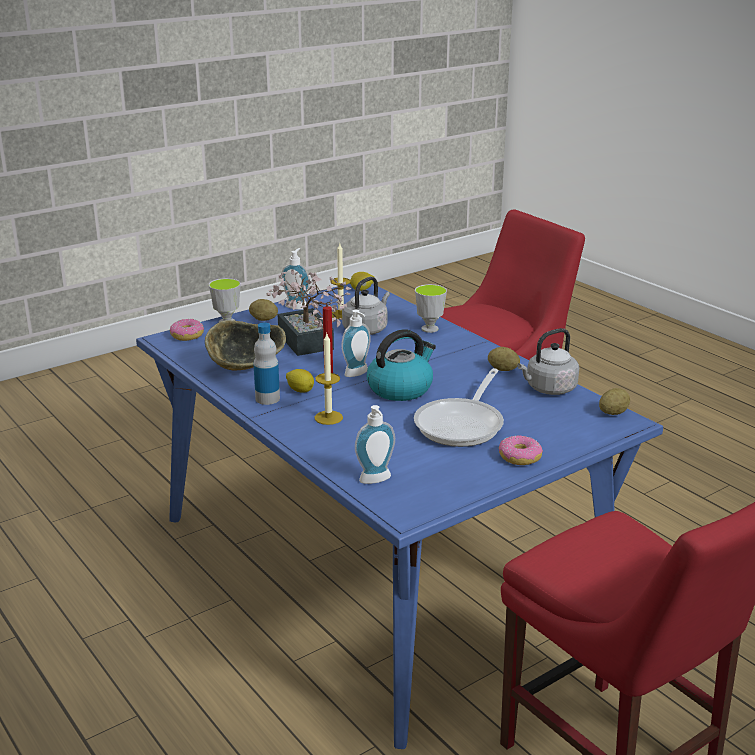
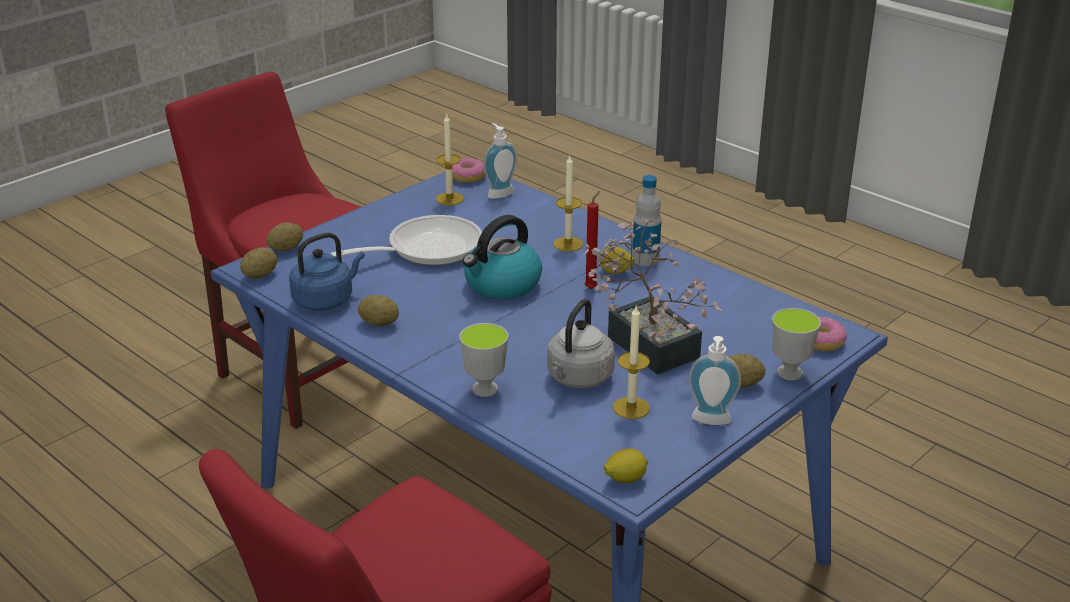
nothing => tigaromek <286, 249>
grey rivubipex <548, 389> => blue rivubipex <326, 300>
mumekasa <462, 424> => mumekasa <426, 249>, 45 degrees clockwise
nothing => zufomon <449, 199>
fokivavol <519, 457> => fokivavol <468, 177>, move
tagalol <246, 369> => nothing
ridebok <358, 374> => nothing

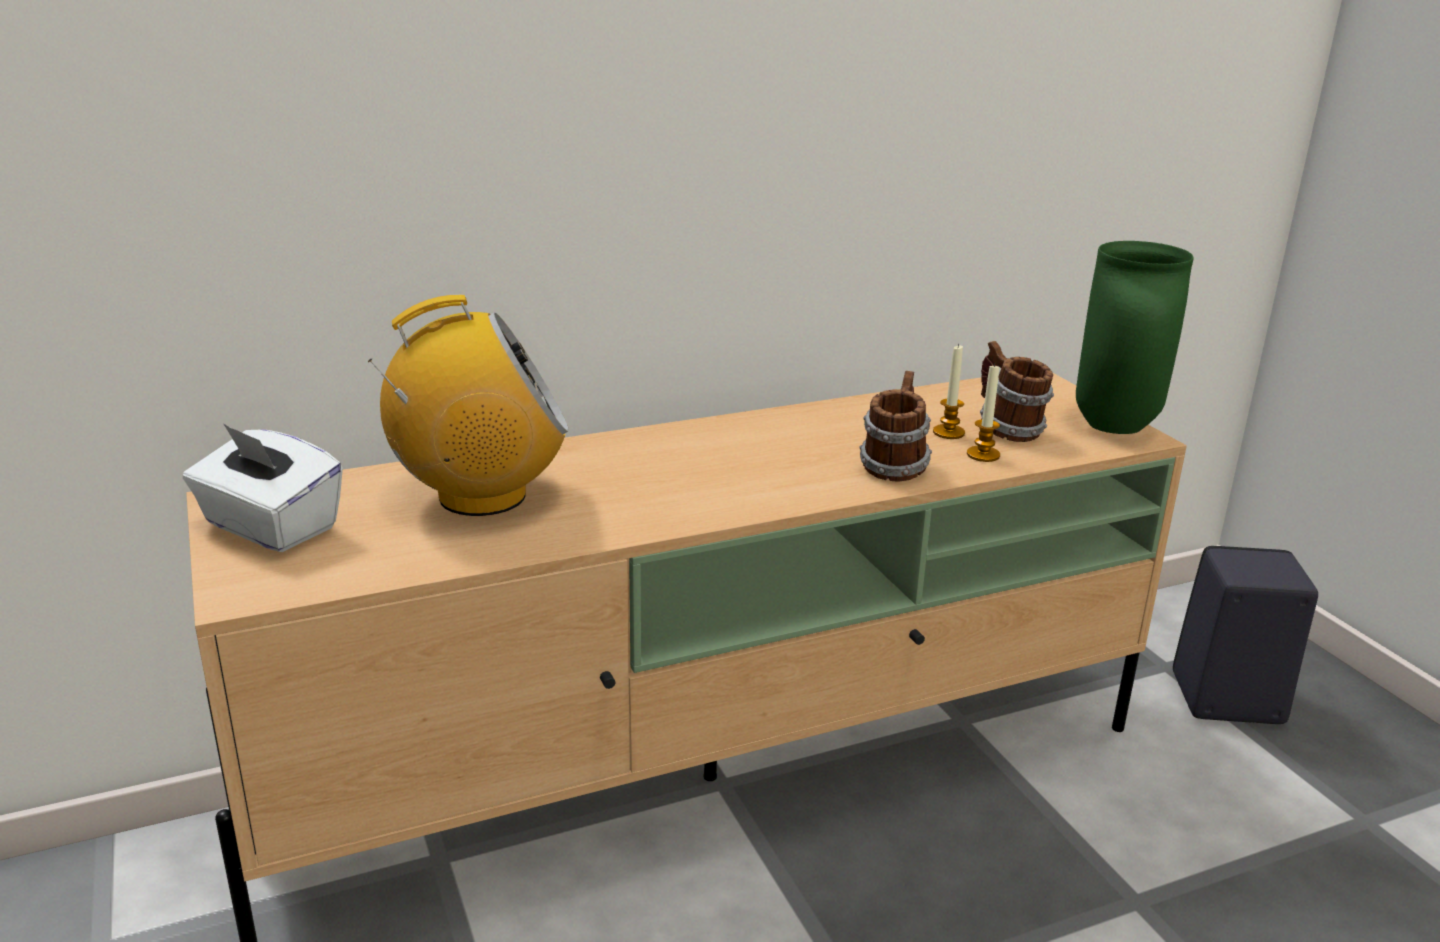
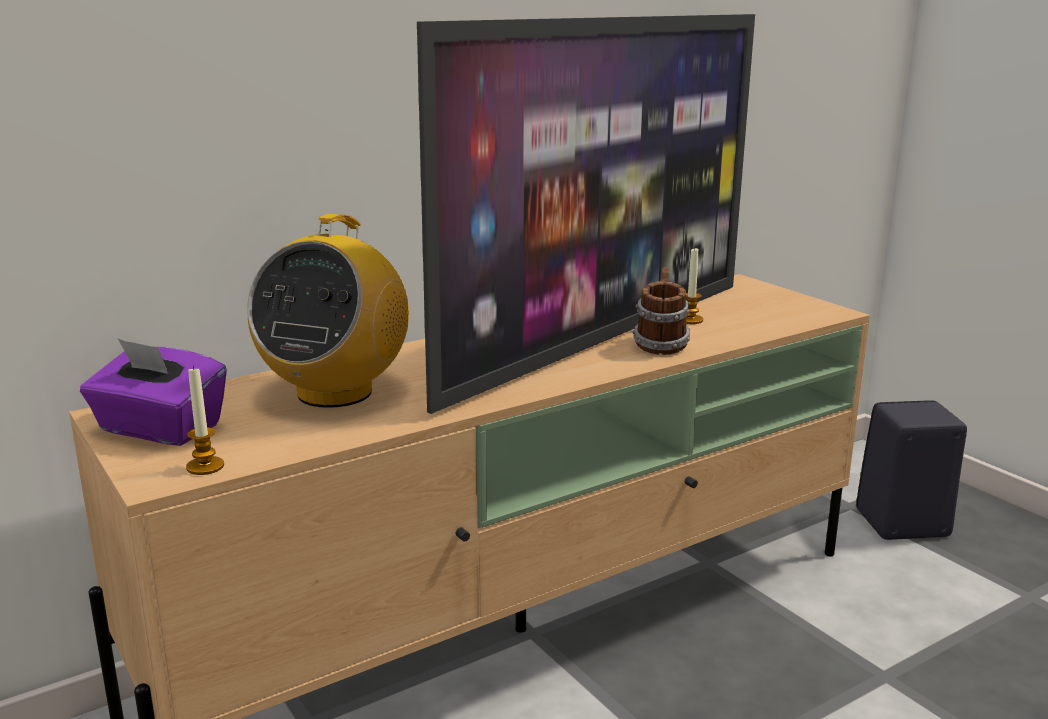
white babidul <269, 527> => purple babidul <159, 429>
zufomon <983, 455> => zufomon <205, 467>, move
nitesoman <480, 496> => nitesoman <335, 392>, 135 degrees clockwise
nothing => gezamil <600, 338>
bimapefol <1007, 430> => nothing
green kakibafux <1112, 426> => nothing

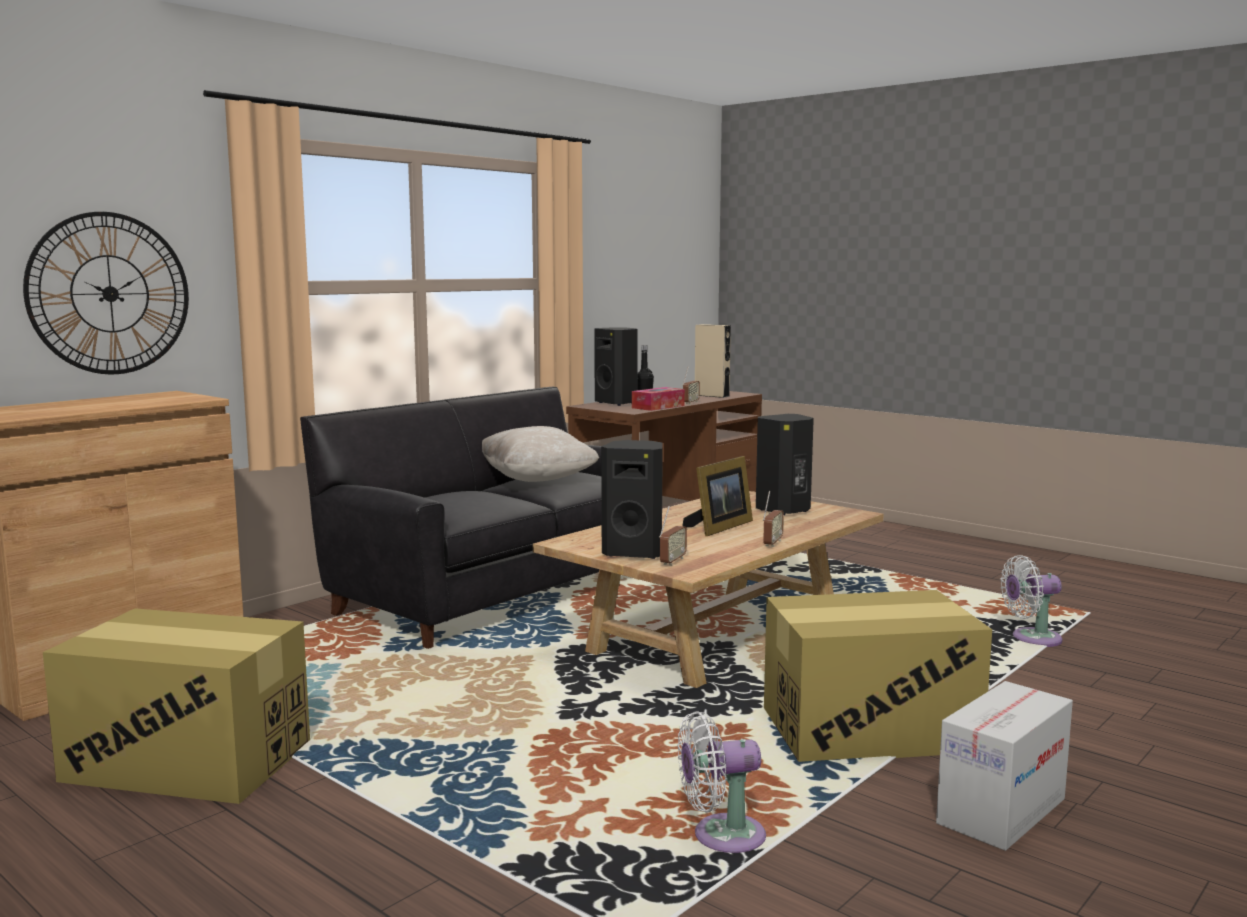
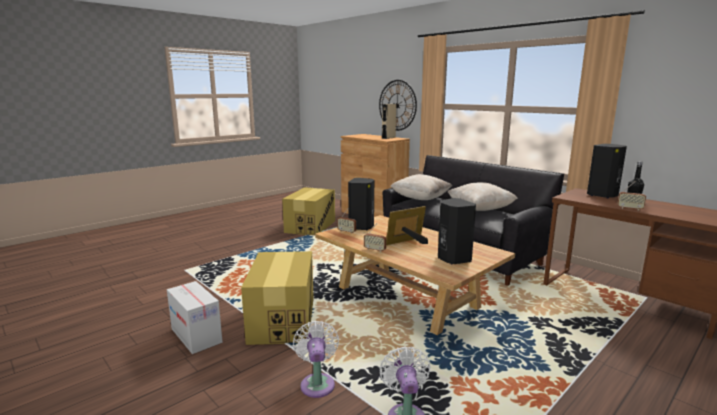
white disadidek <721, 837> => white disadidek <317, 383>, move
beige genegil <712, 395> => beige genegil <388, 138>, move
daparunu <719, 527> => daparunu <408, 242>, 105 degrees clockwise
nothing => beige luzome <420, 199>
babidul <658, 407> => nothing

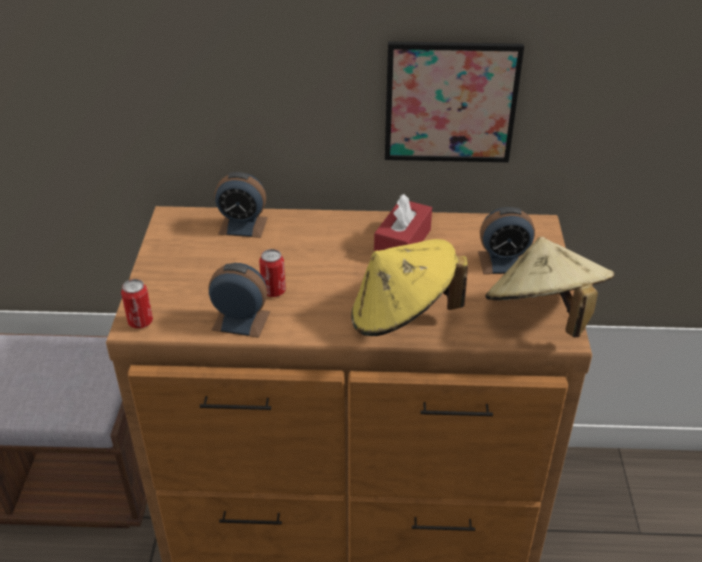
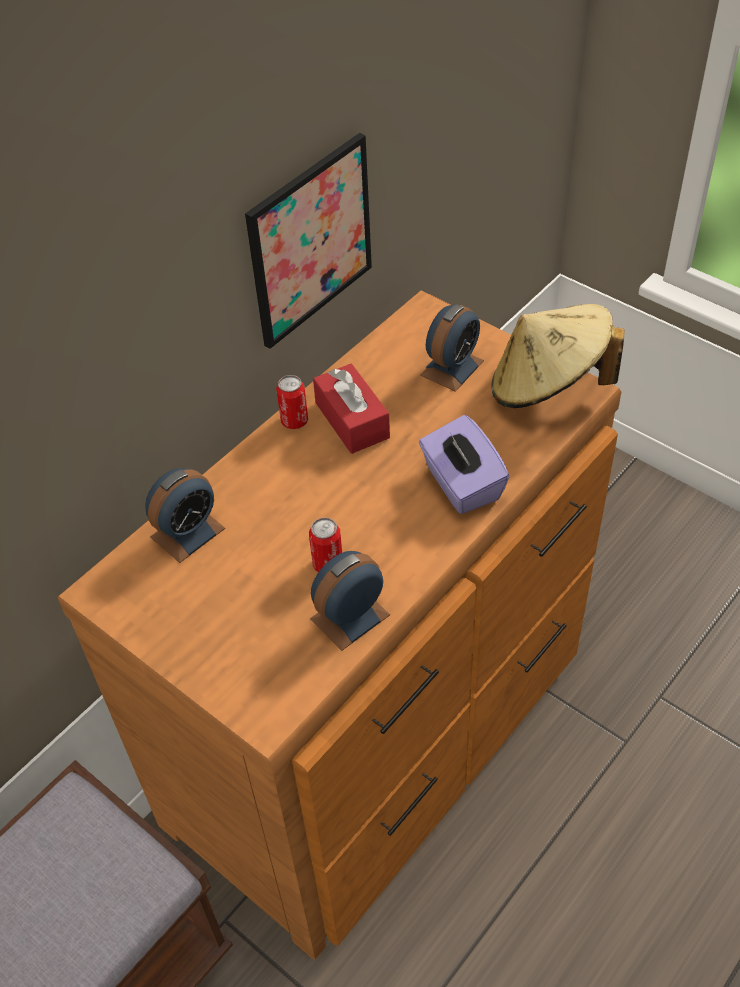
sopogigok <140, 322> => sopogigok <294, 421>, move
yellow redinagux <402, 316> => purple babidul <461, 484>

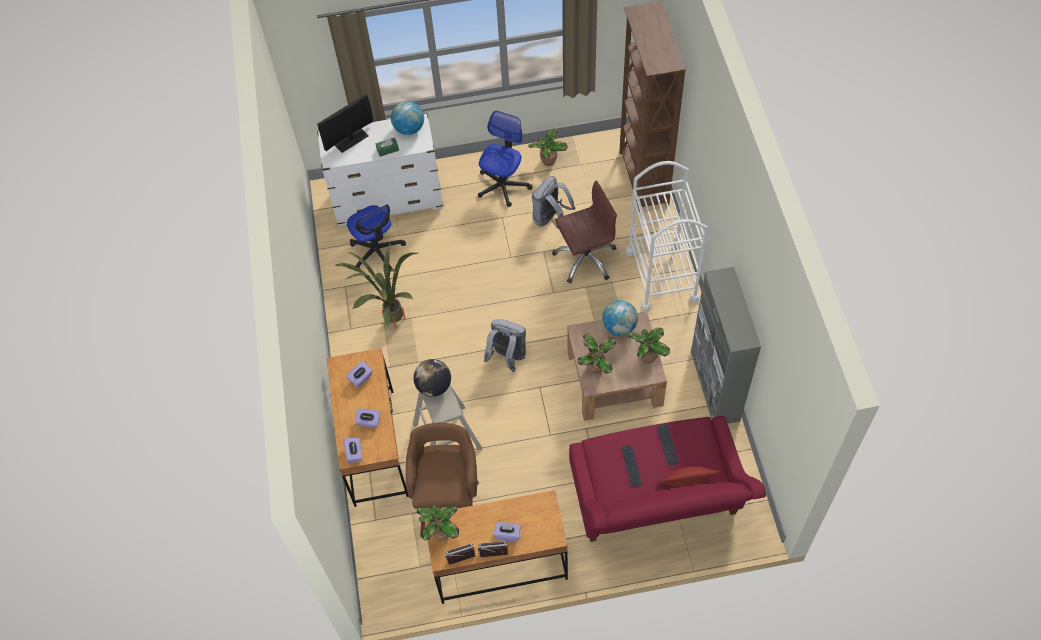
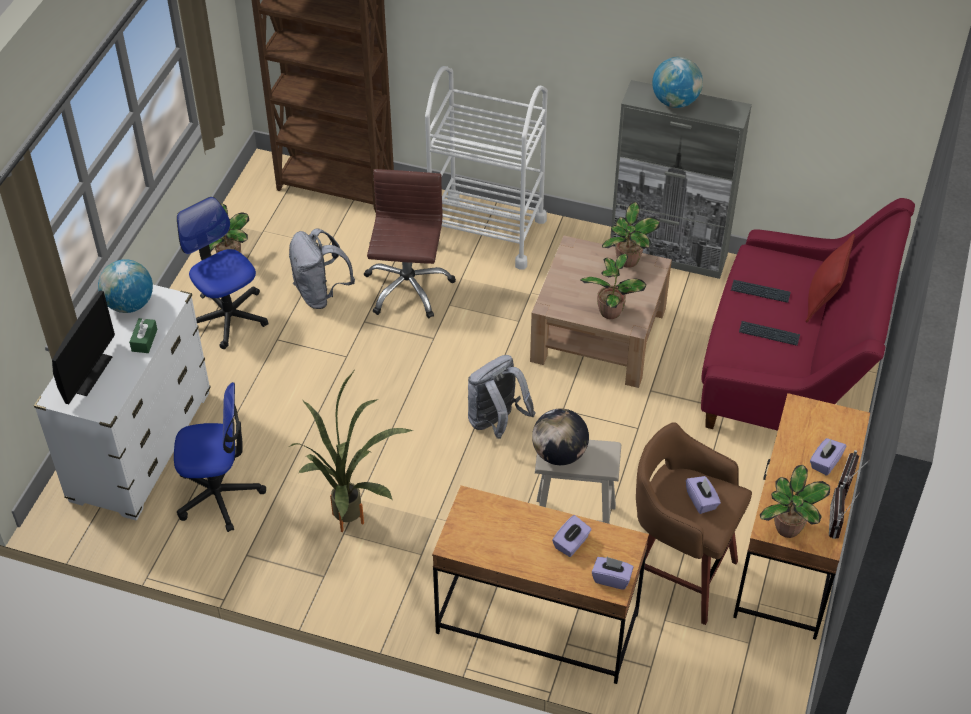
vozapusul <351, 140> => vozapusul <88, 373>, 150 degrees counterclockwise
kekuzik <619, 327> => kekuzik <675, 101>, move
purple babidul <361, 378> => purple babidul <701, 501>, move

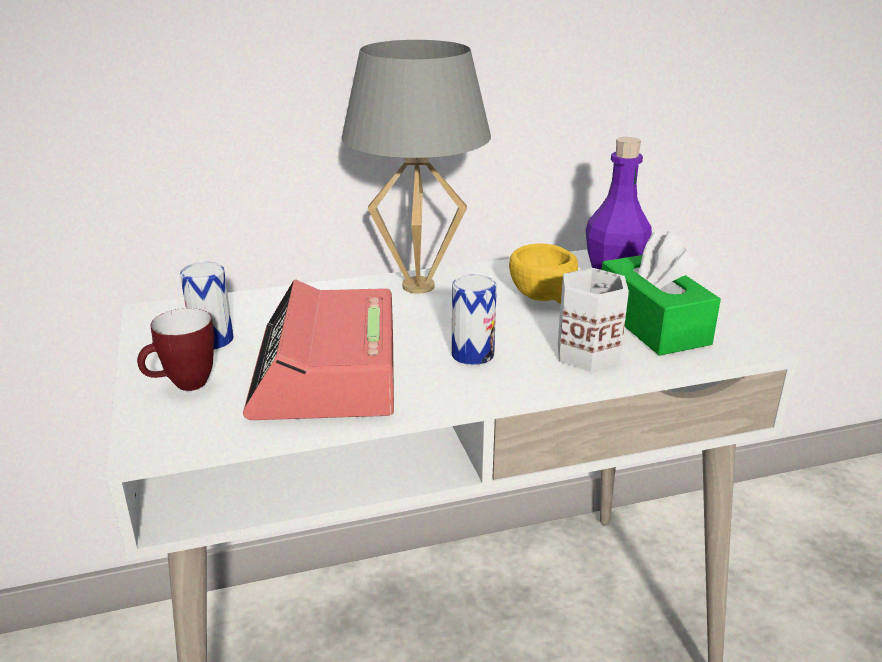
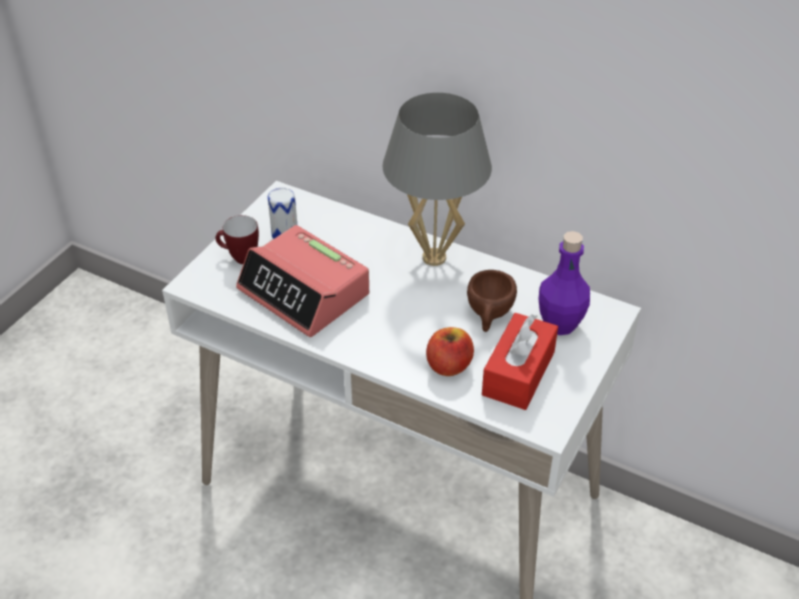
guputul <326, 374> => guputul <304, 292>, 90 degrees counterclockwise
white bimapefol <587, 351> => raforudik <448, 365>
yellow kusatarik <547, 300> => brown kusatarik <489, 315>
green babidul <652, 324> => red babidul <518, 373>
sopogigok <472, 355> => nothing

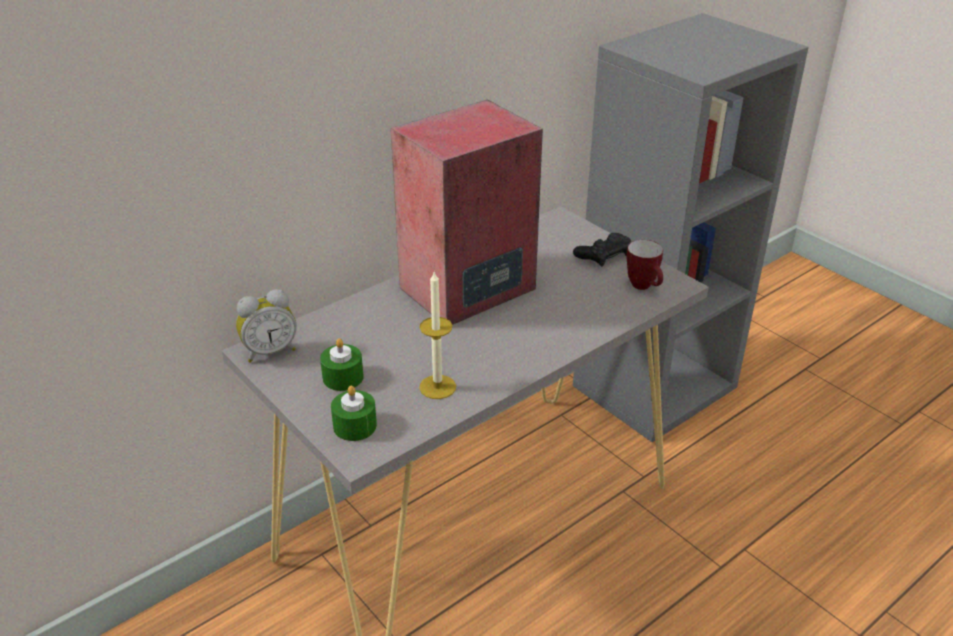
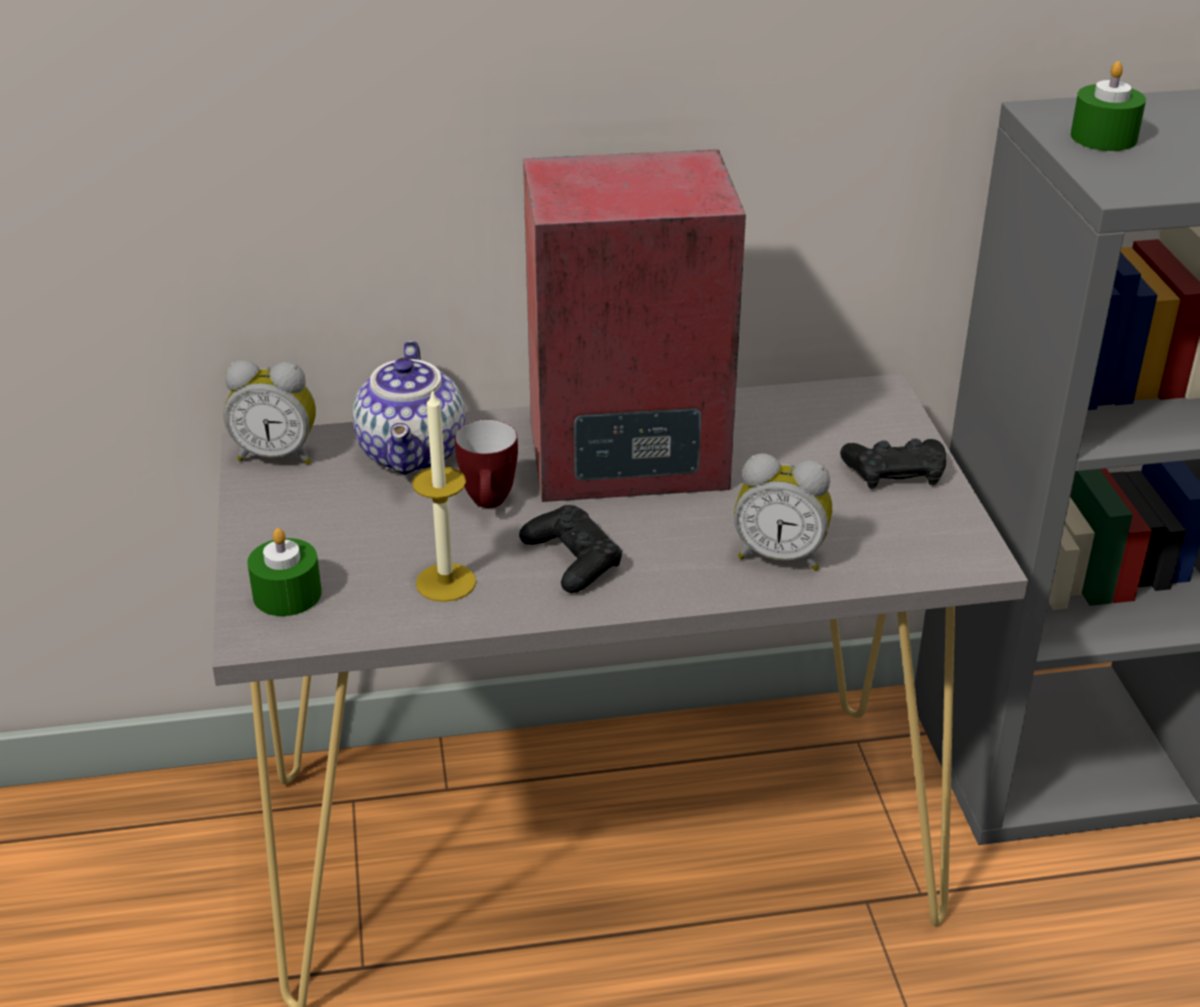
nothing => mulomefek <415, 454>
bimapefol <644, 287> => bimapefol <490, 505>, move
nothing => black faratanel <572, 559>
nothing => guputul <780, 555>
green zufomon <343, 377> => green zufomon <1103, 137>, move

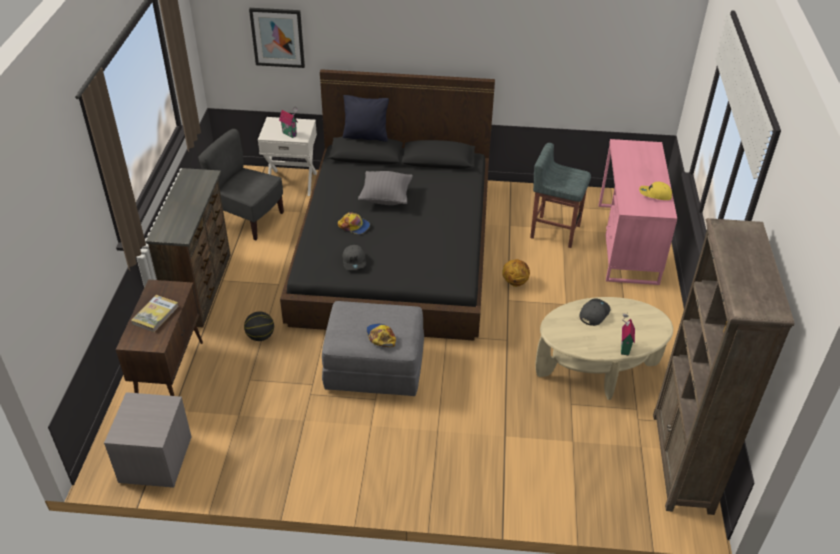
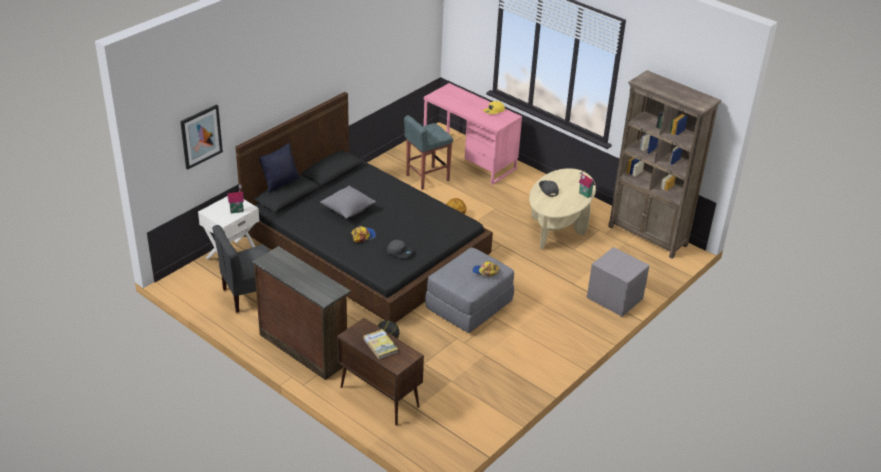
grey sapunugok <156, 460> => grey sapunugok <614, 299>, move

